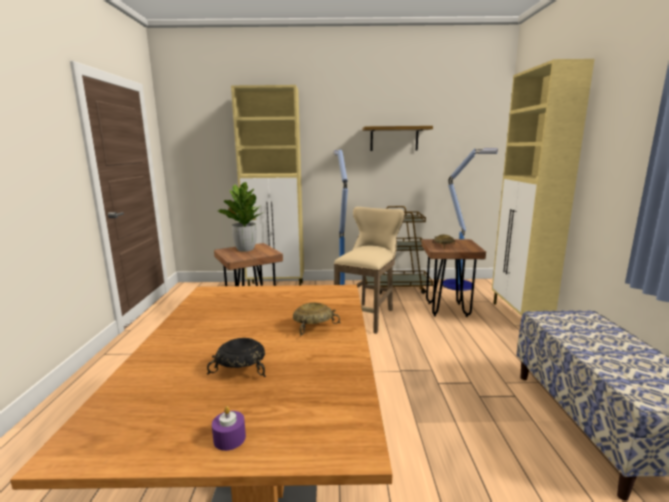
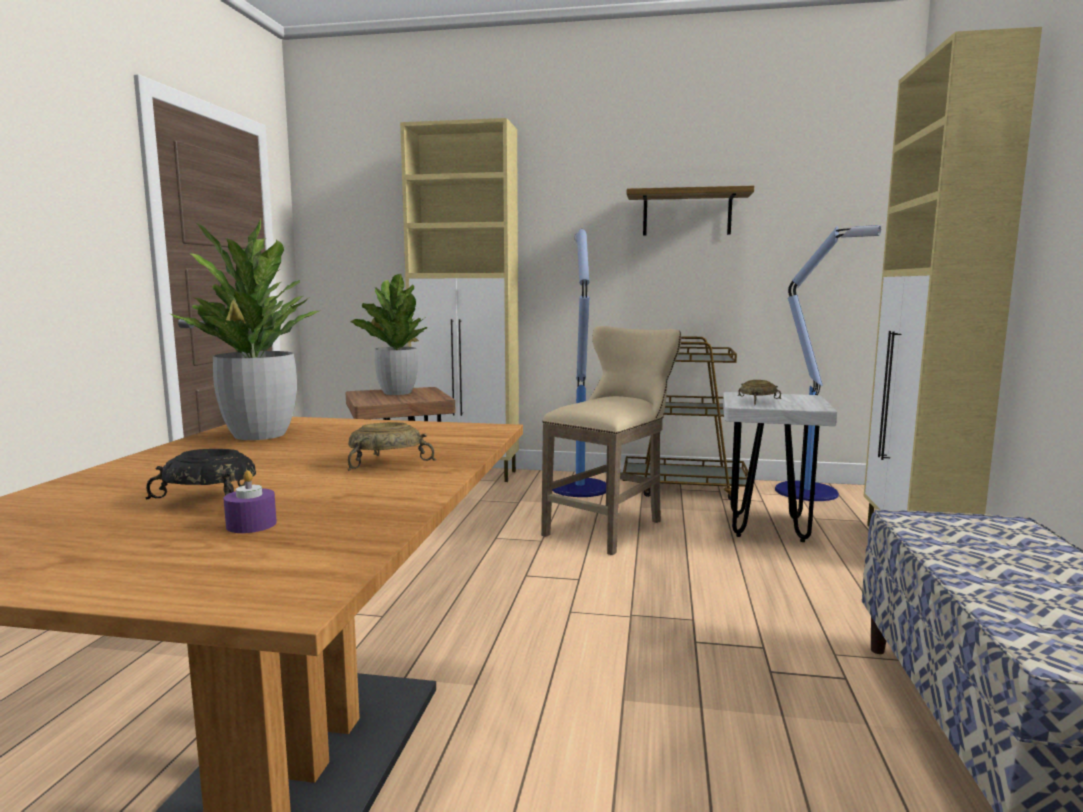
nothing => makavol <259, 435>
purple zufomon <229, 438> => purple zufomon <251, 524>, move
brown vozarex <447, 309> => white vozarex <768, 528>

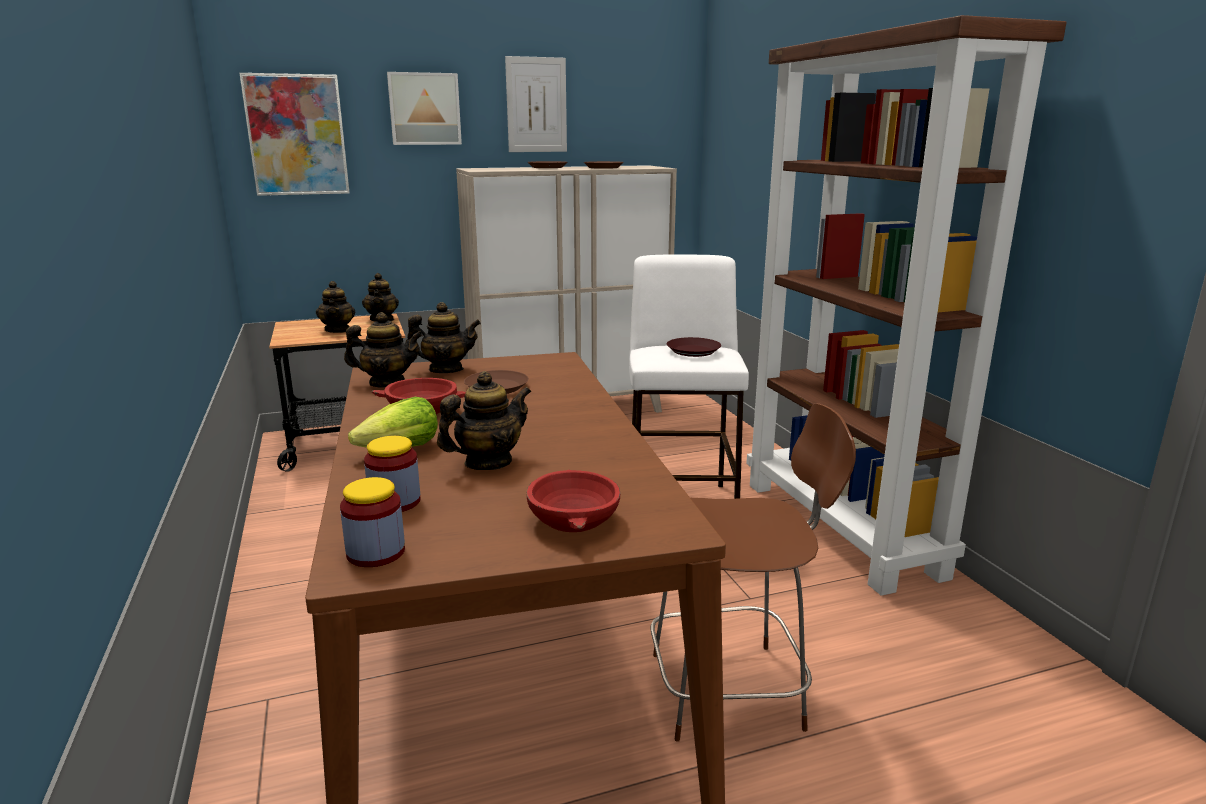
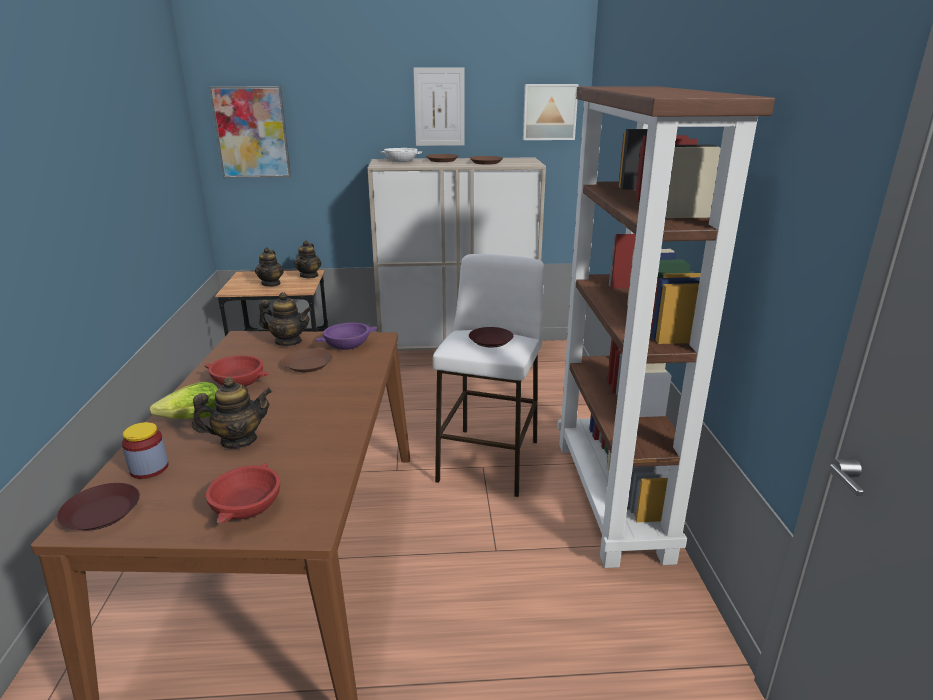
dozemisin <376, 552> => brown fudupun <100, 513>
nothing => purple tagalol <347, 345>
nothing => white tagalol <400, 161>
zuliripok <424, 109> => zuliripok <549, 112>, move
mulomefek <387, 383> => nothing
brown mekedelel <732, 690> => nothing

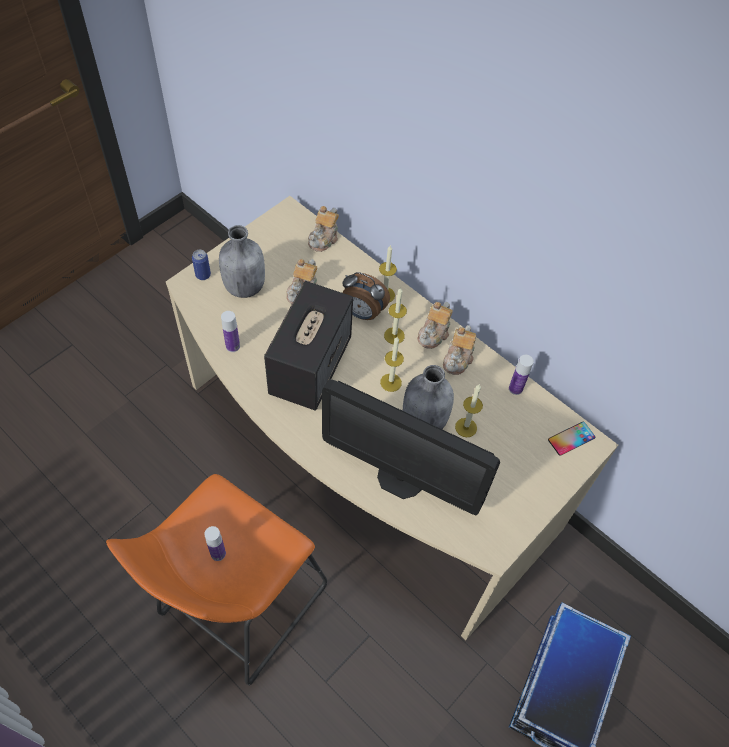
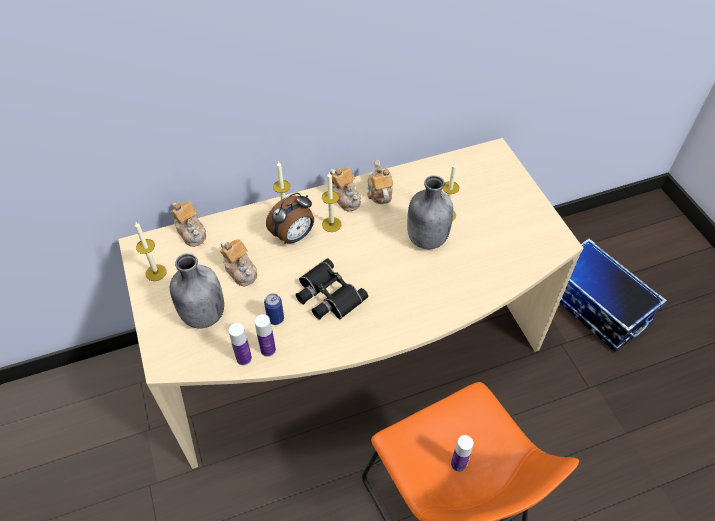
zufomon <391, 382> => zufomon <156, 272>, move
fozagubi <515, 388> => fozagubi <244, 358>, move
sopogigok <203, 275> => sopogigok <275, 318>, move
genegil <310, 365> => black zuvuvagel <327, 295>
mulomefek <458, 358> => mulomefek <379, 193>, 150 degrees counterclockwise
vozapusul <401, 477> => nothing
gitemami <571, 438> => nothing

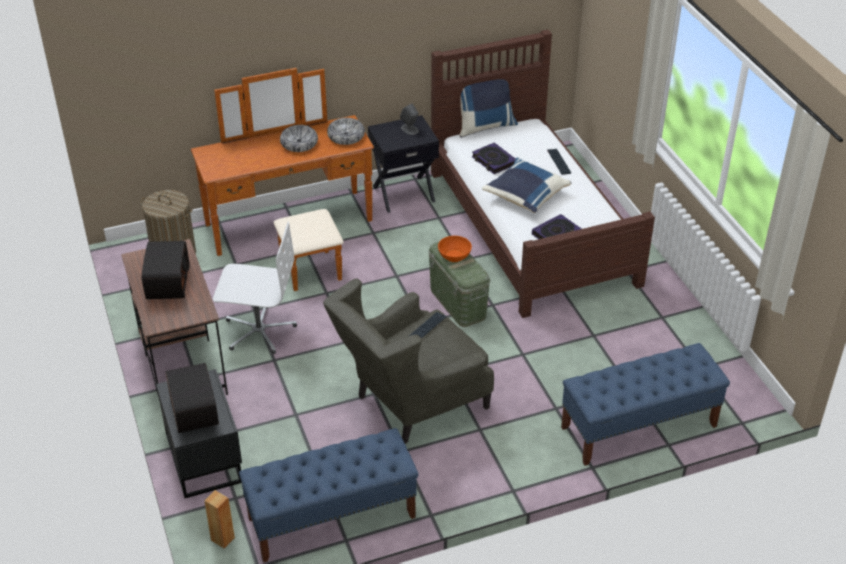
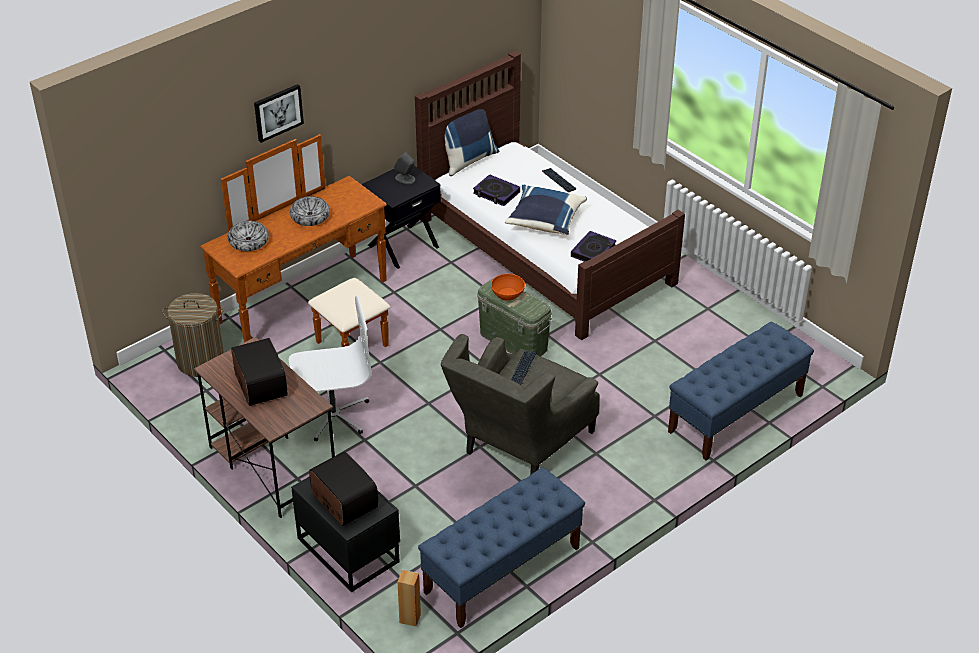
tagalol <346, 136> => tagalol <248, 241>, move
nothing => zuliripok <278, 112>

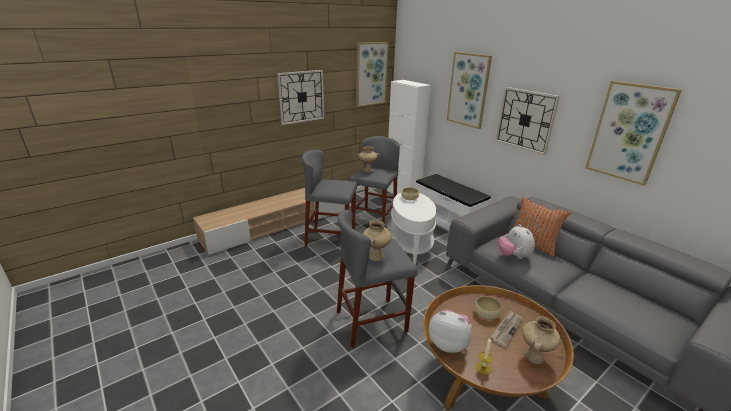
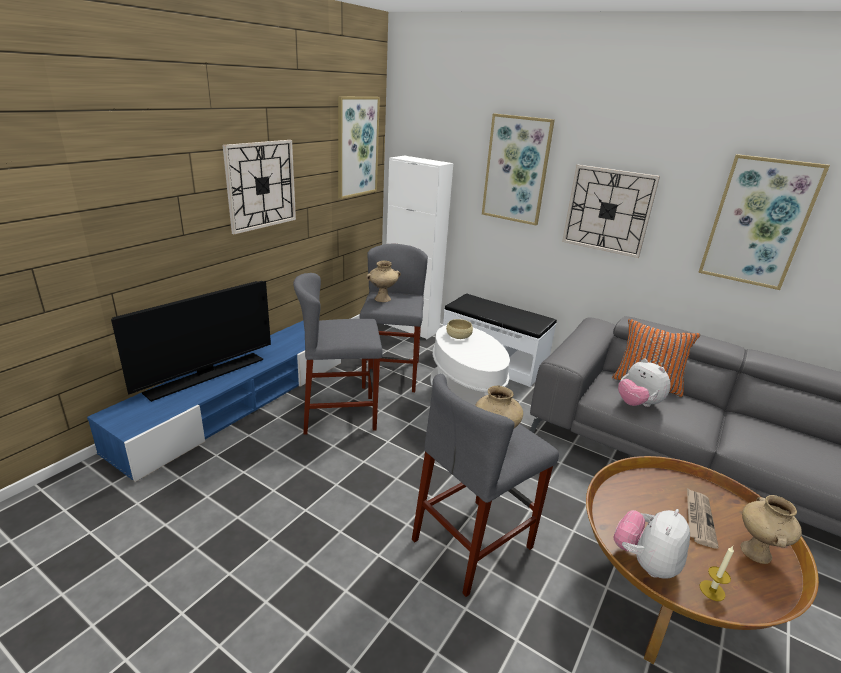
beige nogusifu <277, 224> => blue nogusifu <238, 403>
nothing => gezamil <206, 375>
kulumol <449, 343> => kulumol <645, 562>, 60 degrees counterclockwise
beige tagalol <486, 313> => nothing

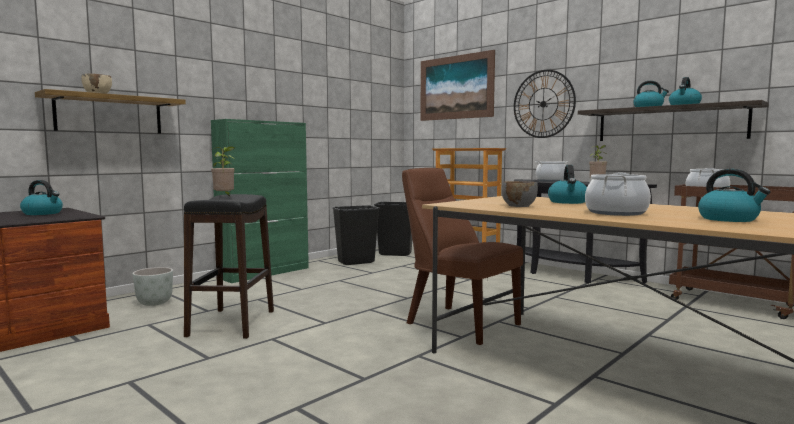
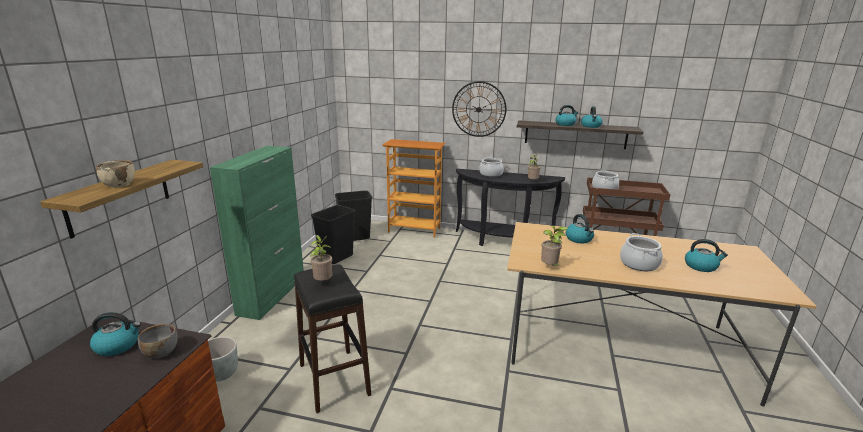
grey tagalol <518, 206> => grey tagalol <161, 352>, move
nothing => makavol <550, 267>
brown mekedelel <458, 323> => nothing
zuliripok <456, 87> => nothing

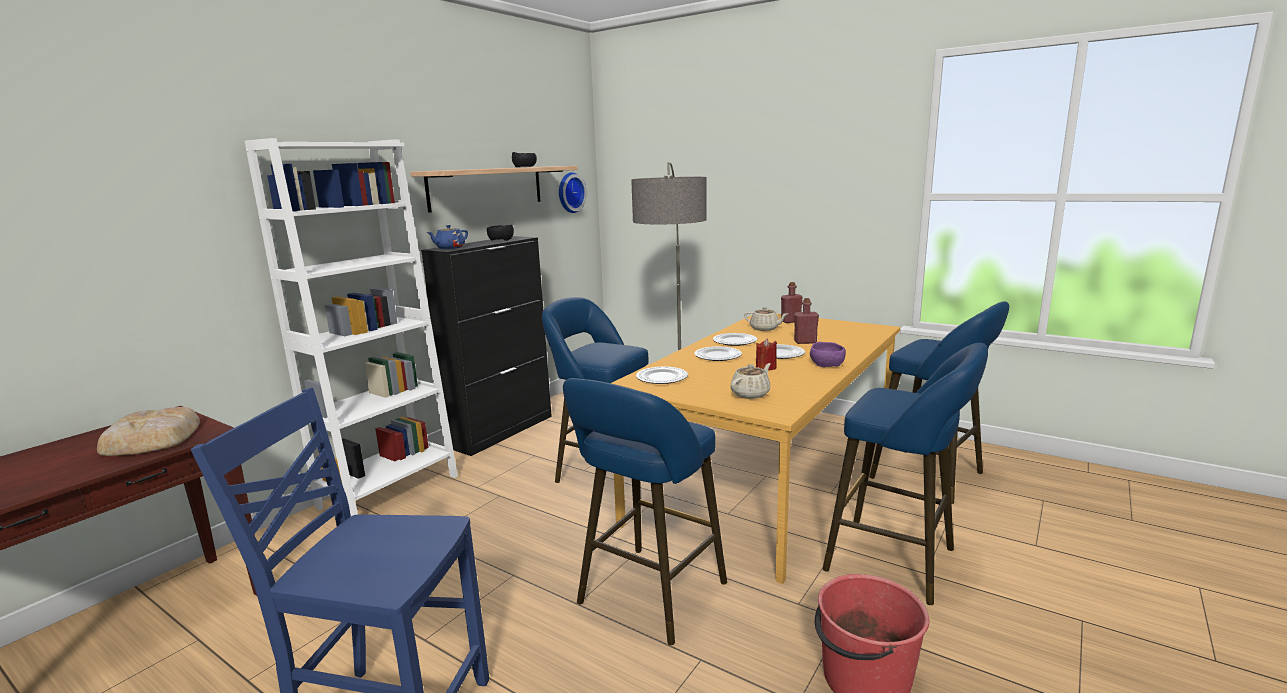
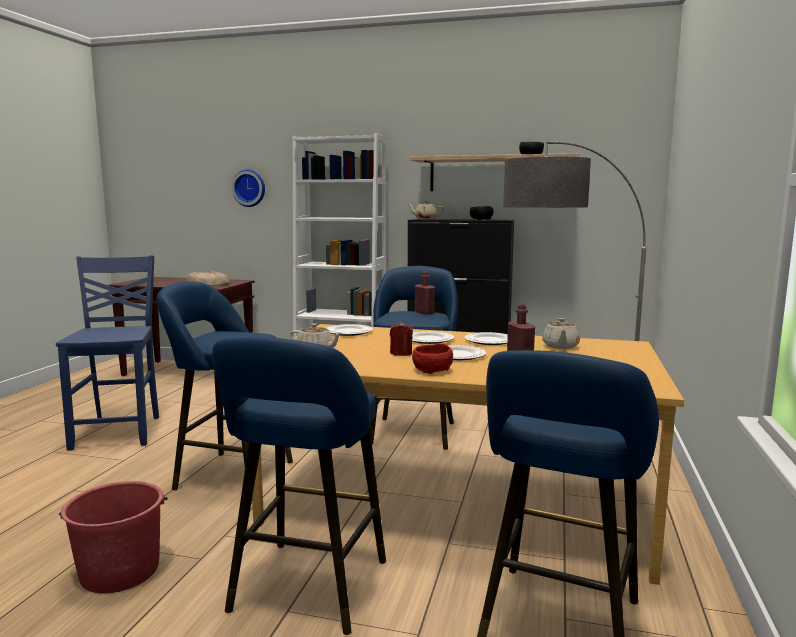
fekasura <569, 192> => fekasura <250, 188>, move
blue mulomefek <450, 248> => beige mulomefek <425, 219>
purple tagalol <827, 364> => red tagalol <432, 370>
red fozagubi <790, 321> => red fozagubi <424, 312>, move

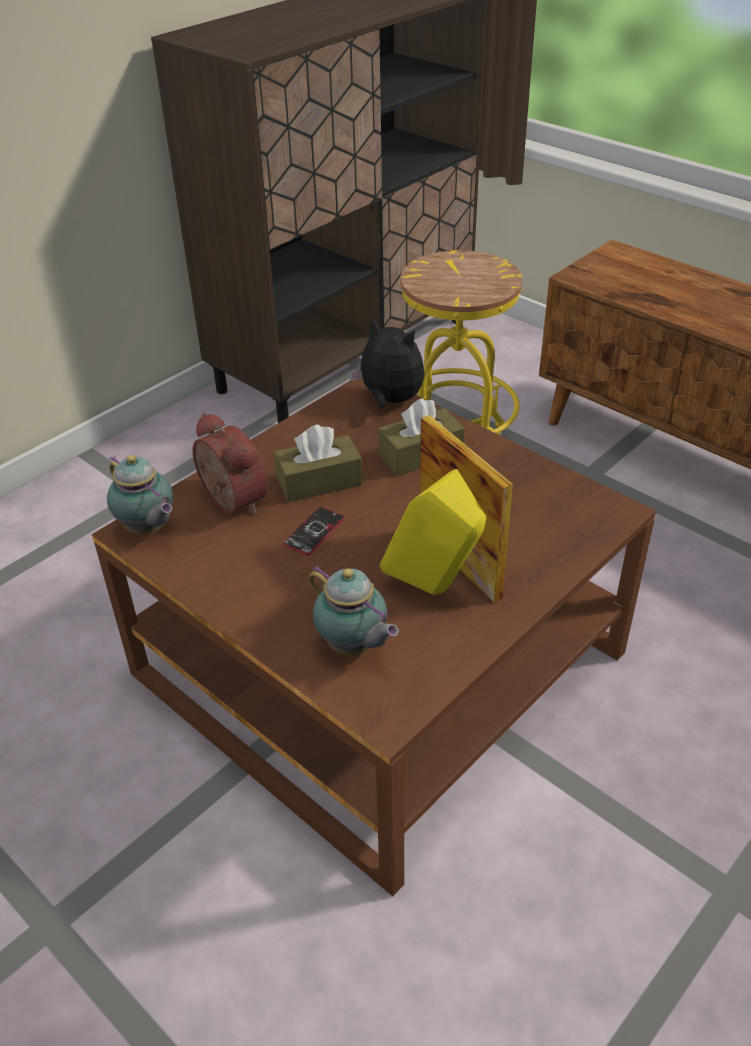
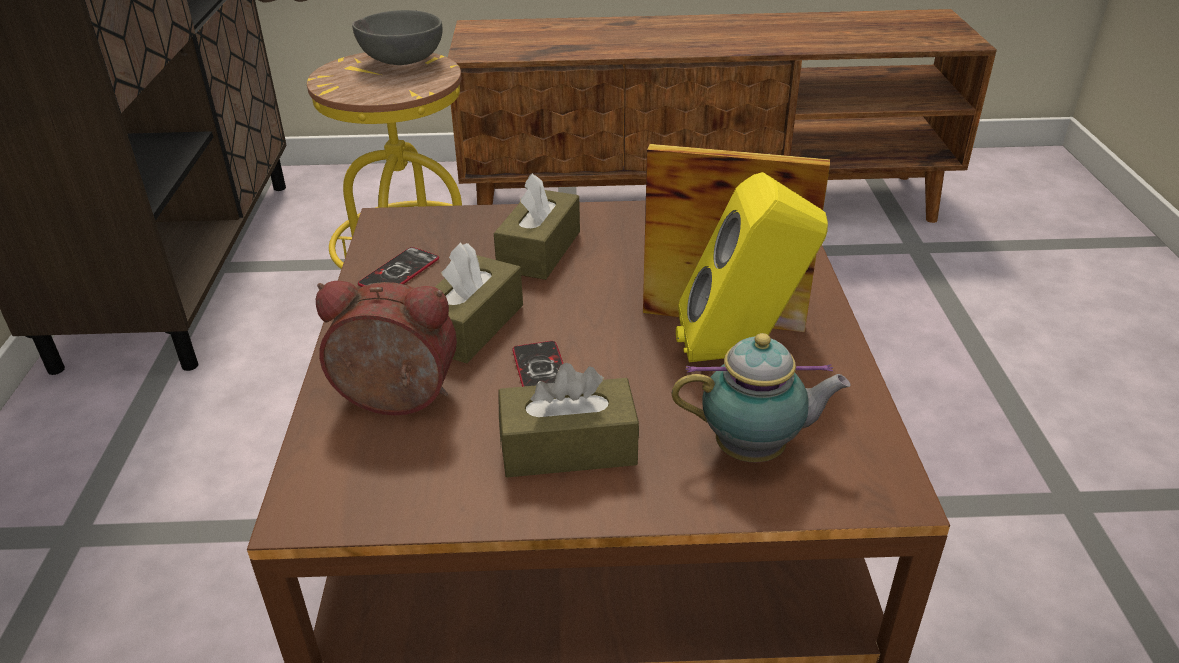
nothing => grey tagalol <400, 62>
nothing => gitemami <399, 272>
nothing => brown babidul <568, 448>
mulomefek <148, 529> => nothing
kulumol <389, 400> => nothing

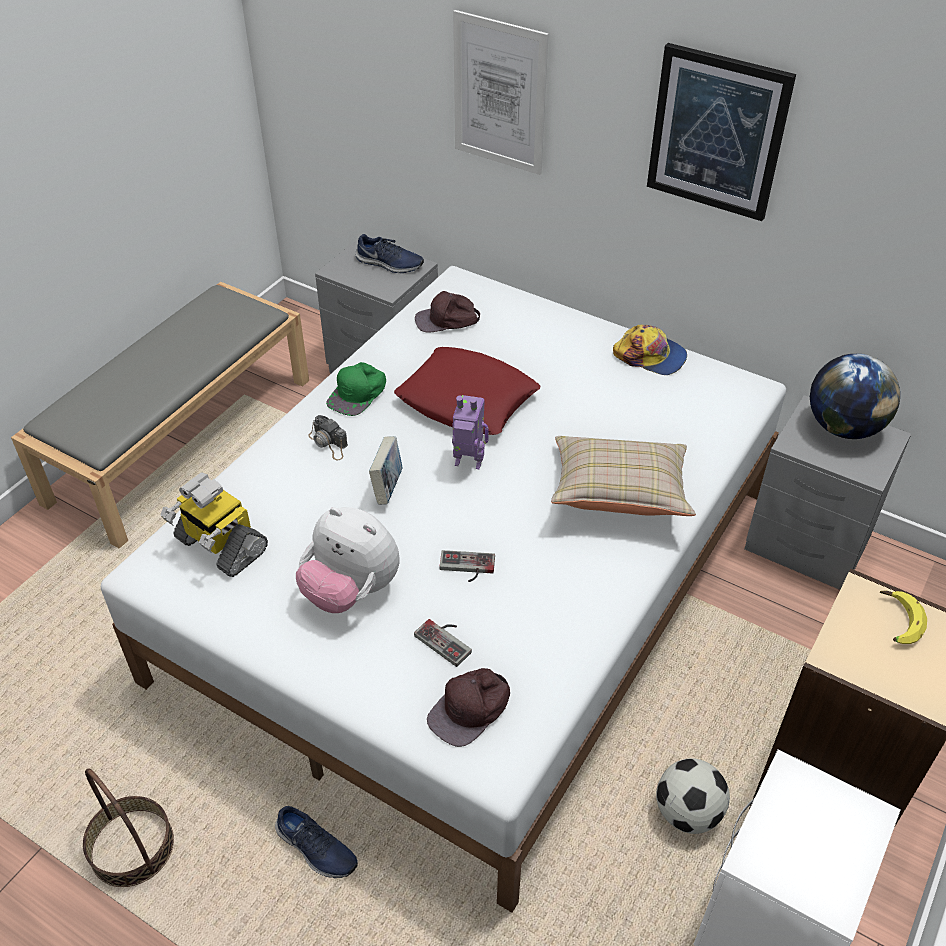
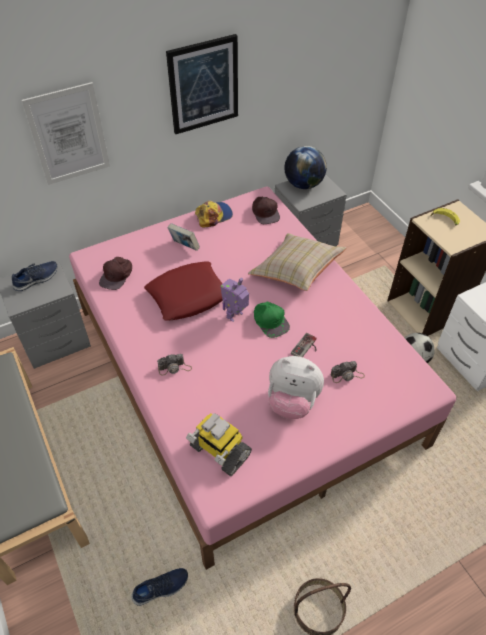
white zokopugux <474, 582> => pink zokopugux <243, 373>
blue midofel <316, 849> => blue midofel <161, 588>, move
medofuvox <387, 487> => medofuvox <184, 246>, move
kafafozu <220, 546> => kafafozu <219, 451>, 60 degrees clockwise
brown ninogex <470, 709> => brown ninogex <265, 212>, move
green ninogex <358, 394> => green ninogex <270, 320>, move
kulumol <351, 591> => kulumol <292, 402>, 45 degrees clockwise
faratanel <447, 639> => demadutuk <347, 375>

